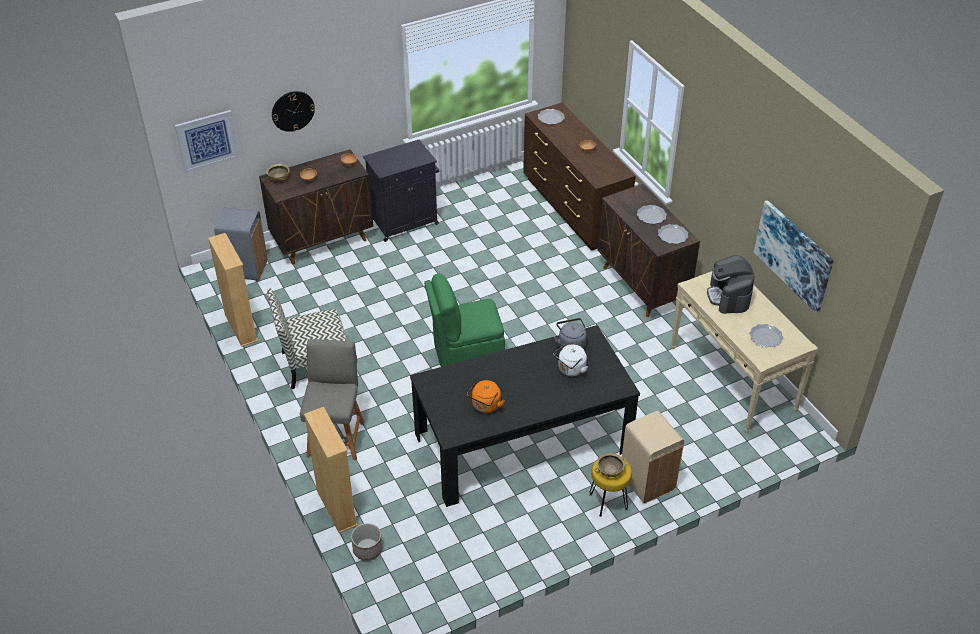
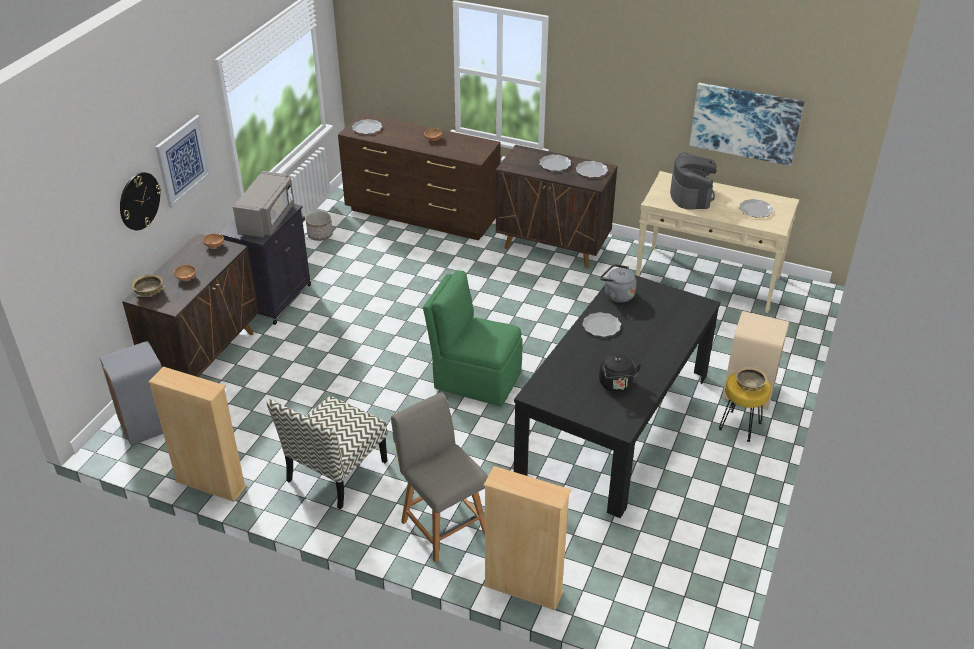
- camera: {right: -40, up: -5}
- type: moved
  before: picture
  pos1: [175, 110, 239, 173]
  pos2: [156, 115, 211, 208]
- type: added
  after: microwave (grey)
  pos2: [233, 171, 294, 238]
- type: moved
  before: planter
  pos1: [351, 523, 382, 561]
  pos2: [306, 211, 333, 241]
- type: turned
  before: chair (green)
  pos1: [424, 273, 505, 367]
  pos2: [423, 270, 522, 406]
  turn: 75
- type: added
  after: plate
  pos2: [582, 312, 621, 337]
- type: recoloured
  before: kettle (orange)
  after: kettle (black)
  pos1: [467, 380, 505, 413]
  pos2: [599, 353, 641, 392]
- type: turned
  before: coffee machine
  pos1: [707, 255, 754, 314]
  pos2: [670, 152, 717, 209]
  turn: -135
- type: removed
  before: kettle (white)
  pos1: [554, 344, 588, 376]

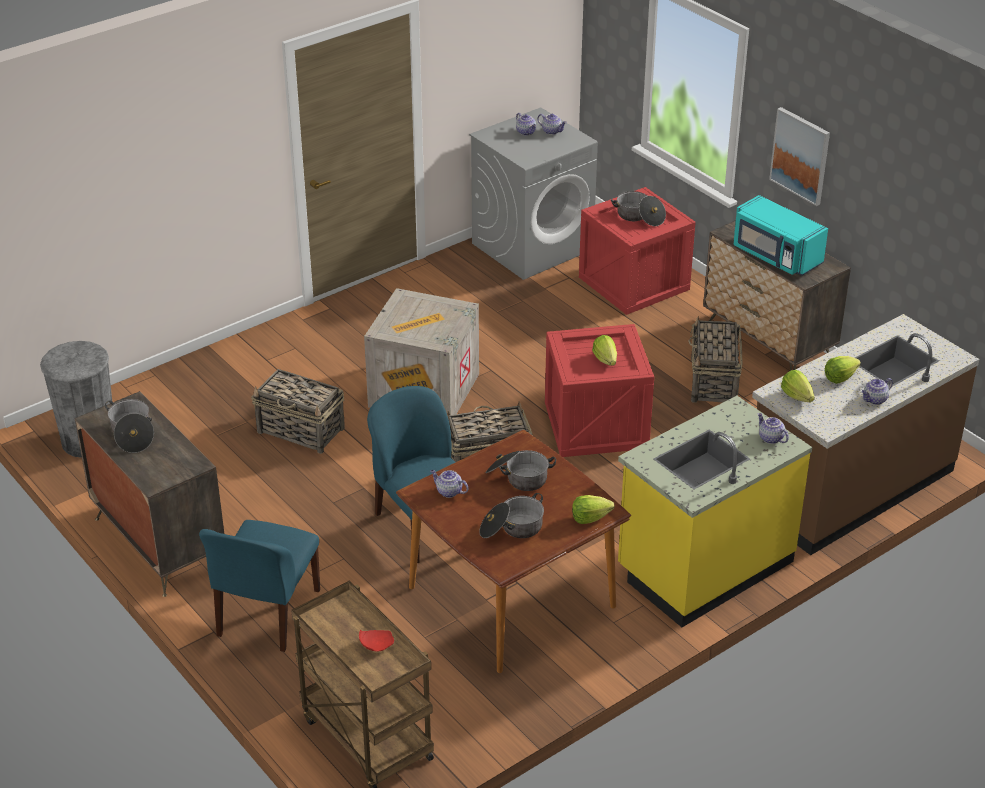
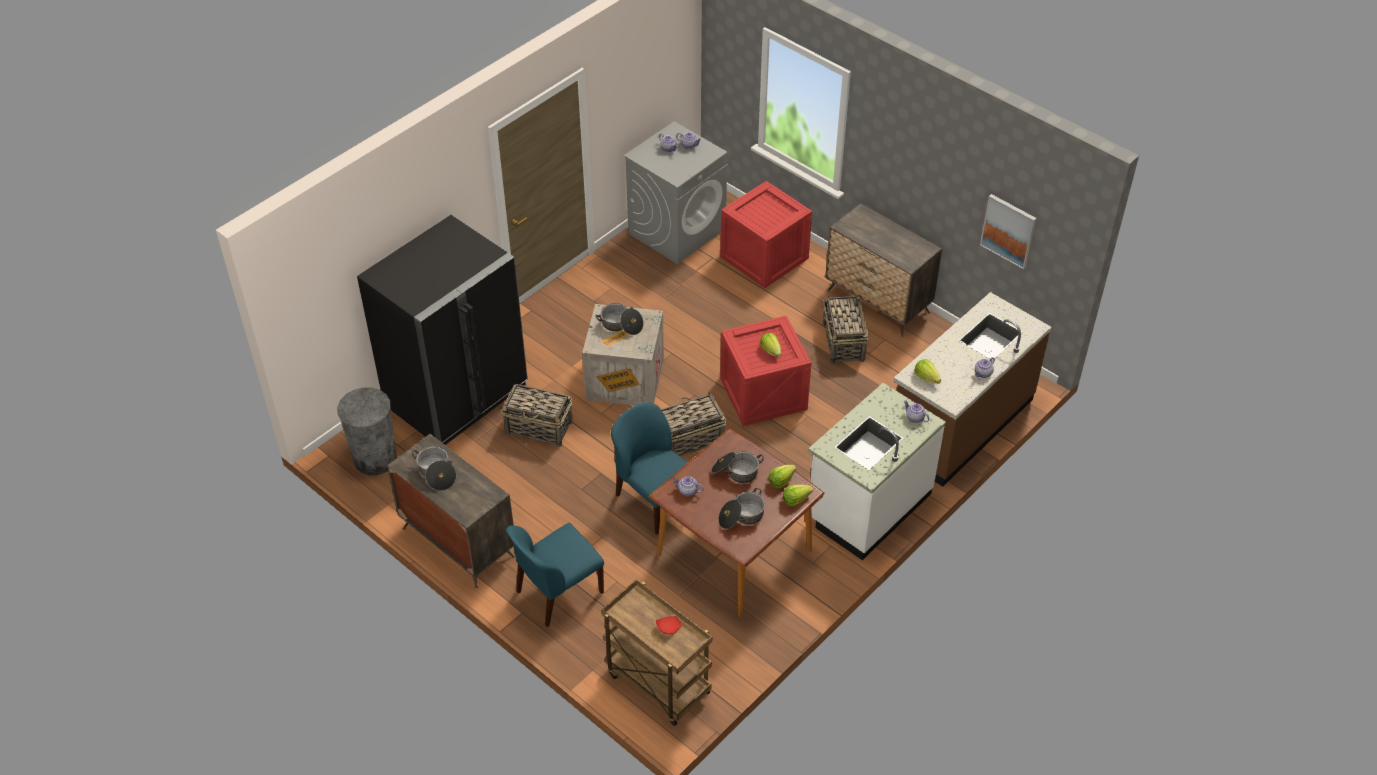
- camera: {right: -10, up: 10}
- type: added
  after: fridge (black)
  pos2: [357, 215, 528, 445]
- type: turned
  before: chair (blue)
  pos1: [199, 520, 320, 652]
  pos2: [506, 523, 604, 627]
  turn: 45
- type: moved
  before: cooking pot
  pos1: [611, 191, 666, 226]
  pos2: [595, 303, 644, 335]
- type: moved
  before: lettuce
  pos1: [825, 356, 861, 384]
  pos2: [769, 465, 796, 489]
- type: recoloured
  before: counter (yellow)
  after: counter (white)
  pos1: [618, 396, 812, 627]
  pos2: [808, 383, 946, 560]
- type: moved
  before: picture
  pos1: [769, 107, 830, 206]
  pos2: [980, 194, 1036, 269]
- type: removed
  before: microwave (turquoise)
  pos1: [734, 195, 828, 276]

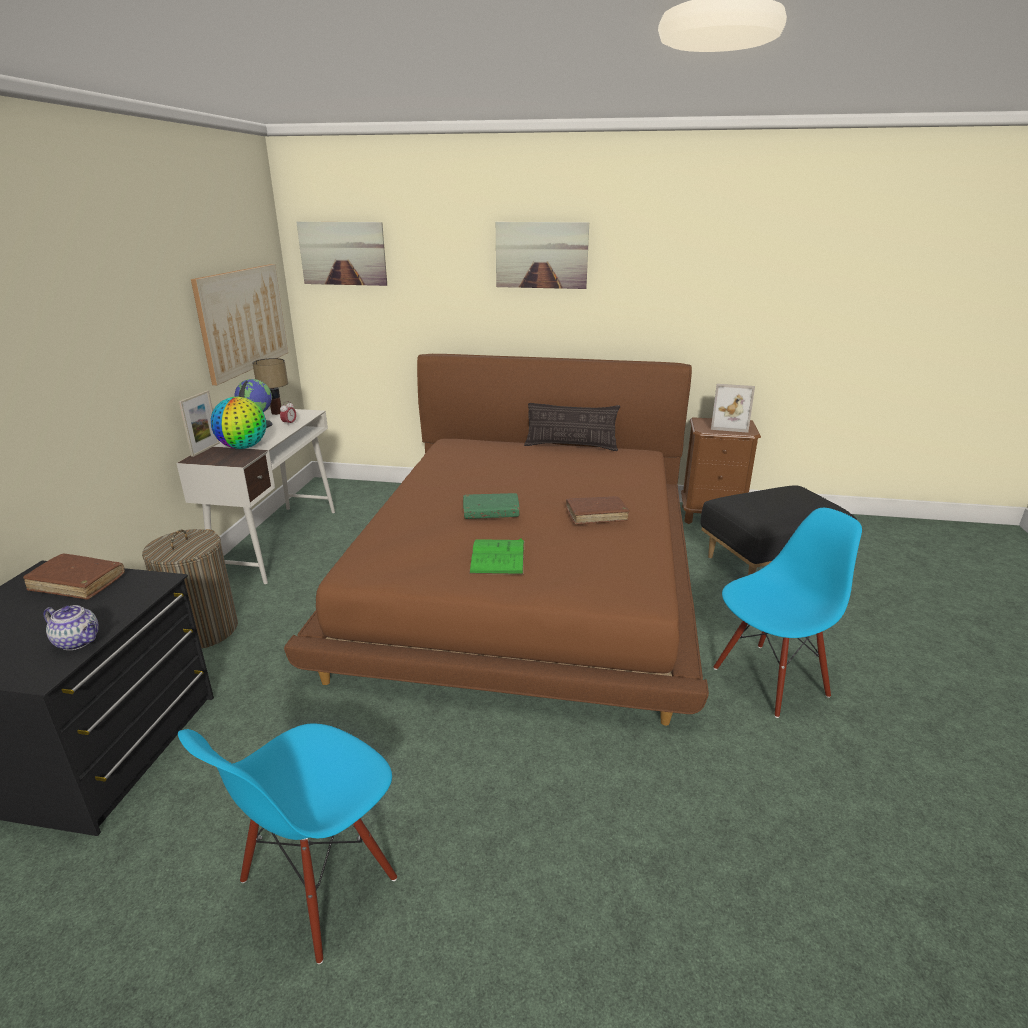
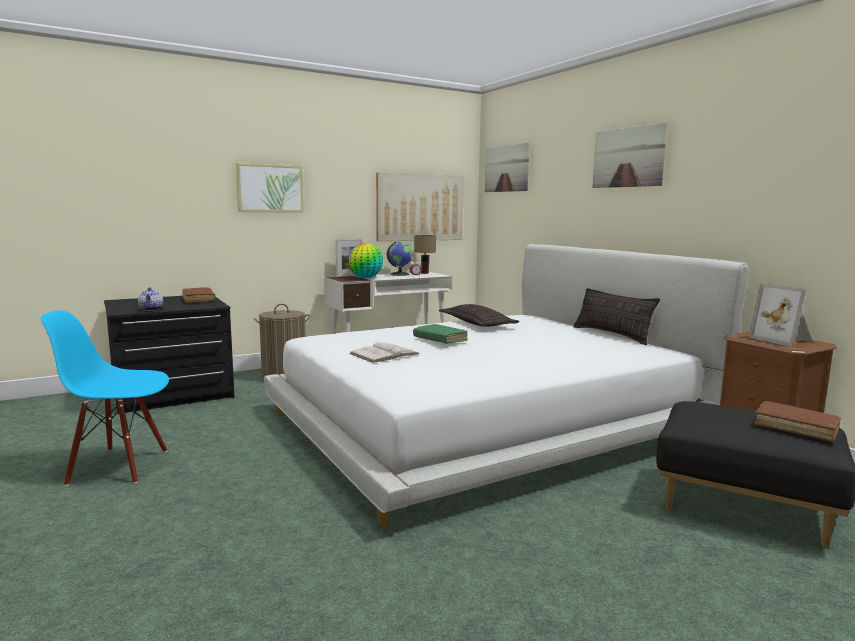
- camera: {right: 50, up: -15}
- type: added
  after: picture
  pos2: [236, 163, 304, 213]
- type: recoloured
  before: bed (brown)
  after: bed (white)
  pos1: [284, 354, 709, 726]
  pos2: [264, 244, 748, 525]
- type: recoloured
  before: book (green)
  after: book (white)
  pos1: [469, 538, 524, 575]
  pos2: [349, 342, 420, 363]
- type: added
  after: pillow
  pos2: [439, 304, 519, 327]
- type: moved
  before: book (brown)
  pos1: [566, 496, 629, 525]
  pos2: [754, 401, 841, 442]
- type: removed
  before: chair (blue)
  pos1: [713, 508, 862, 718]

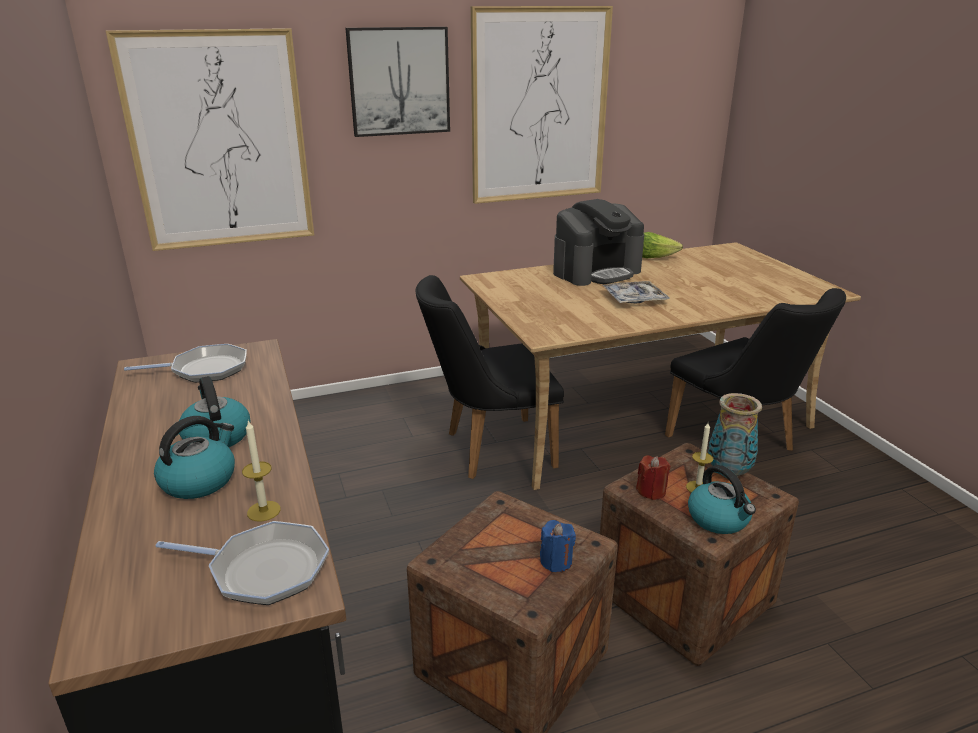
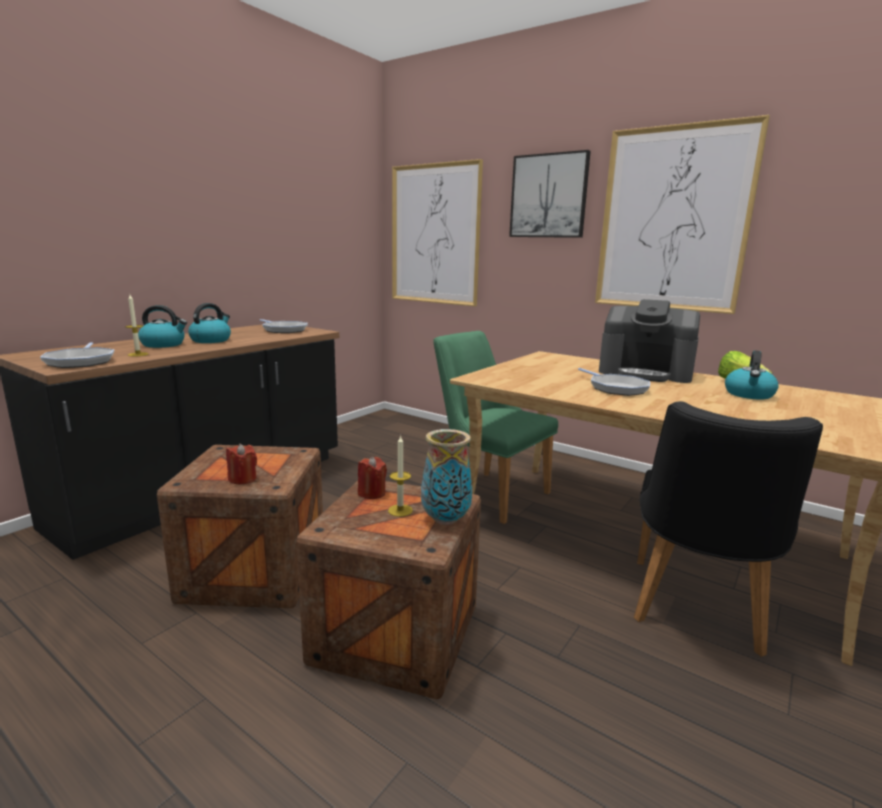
- camera: {right: 55, up: -10}
- type: recoloured
  before: candle (blue)
  after: candle (red)
  pos1: [540, 520, 576, 572]
  pos2: [226, 444, 257, 484]
- type: recoloured
  before: chair (black)
  after: chair (green)
  pos1: [415, 275, 564, 479]
  pos2: [433, 331, 558, 524]
- type: replaced
  before: tray
  after: frying pan
  pos1: [601, 281, 670, 303]
  pos2: [578, 368, 650, 396]
- type: moved
  before: kettle
  pos1: [688, 465, 756, 534]
  pos2: [725, 351, 779, 400]

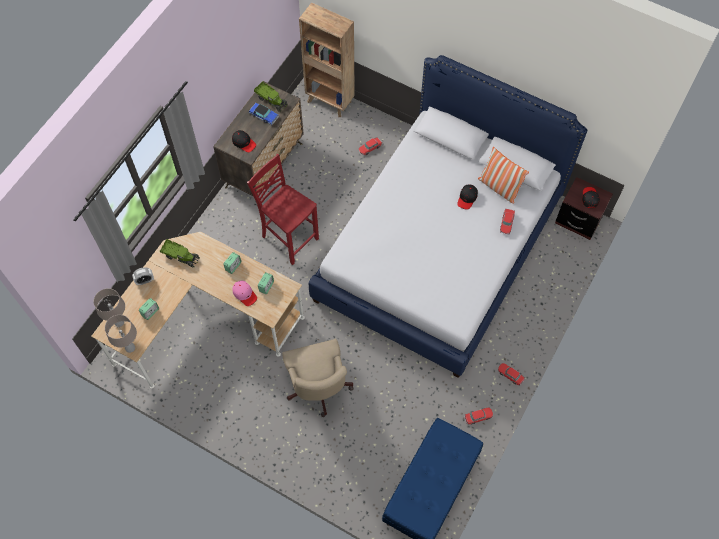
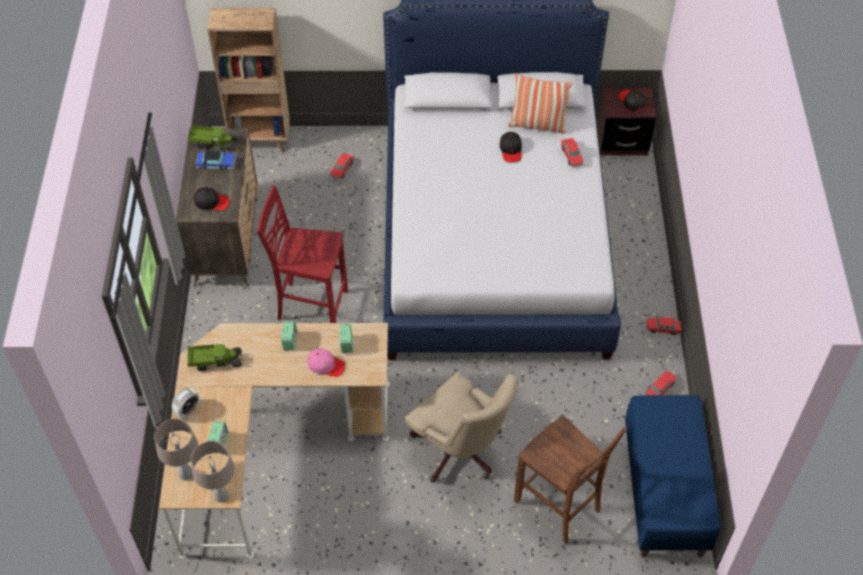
- camera: {right: -30, up: -10}
- type: added
  after: chair (brown)
  pos2: [514, 416, 627, 544]

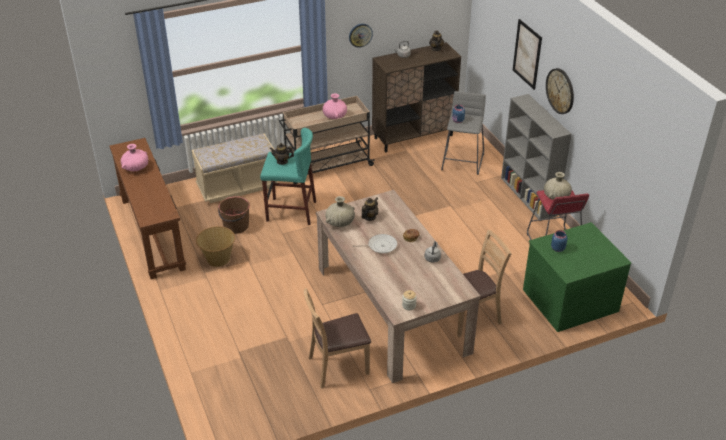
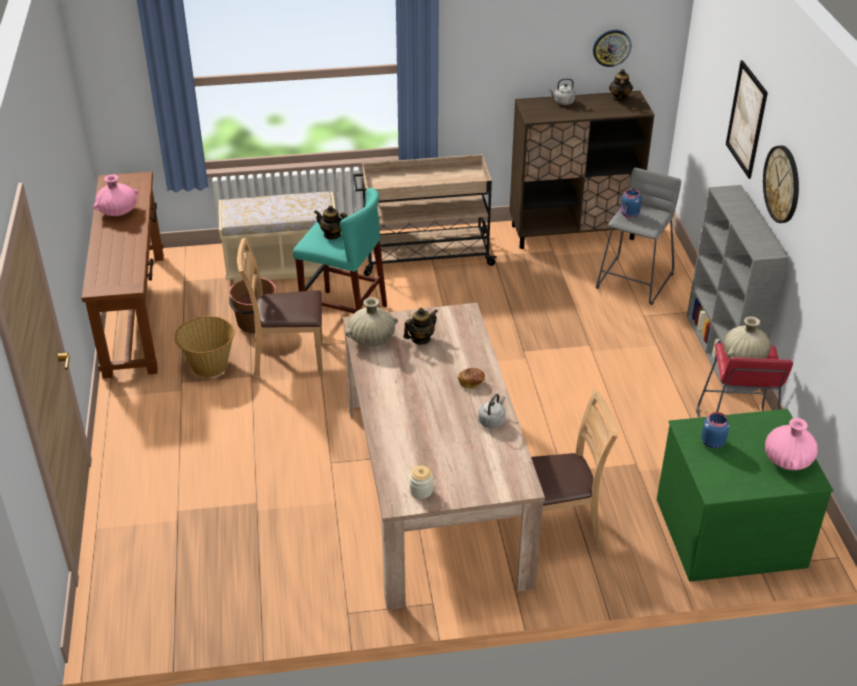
- camera: {right: 15, up: 0}
- type: moved
  before: chair (brown)
  pos1: [304, 288, 371, 389]
  pos2: [237, 238, 323, 378]
- type: moved
  before: wall clock
  pos1: [349, 24, 373, 48]
  pos2: [593, 29, 631, 67]
- type: moved
  before: vase (pink)
  pos1: [323, 93, 347, 119]
  pos2: [765, 418, 818, 470]
- type: removed
  before: frying pan
  pos1: [352, 234, 397, 254]

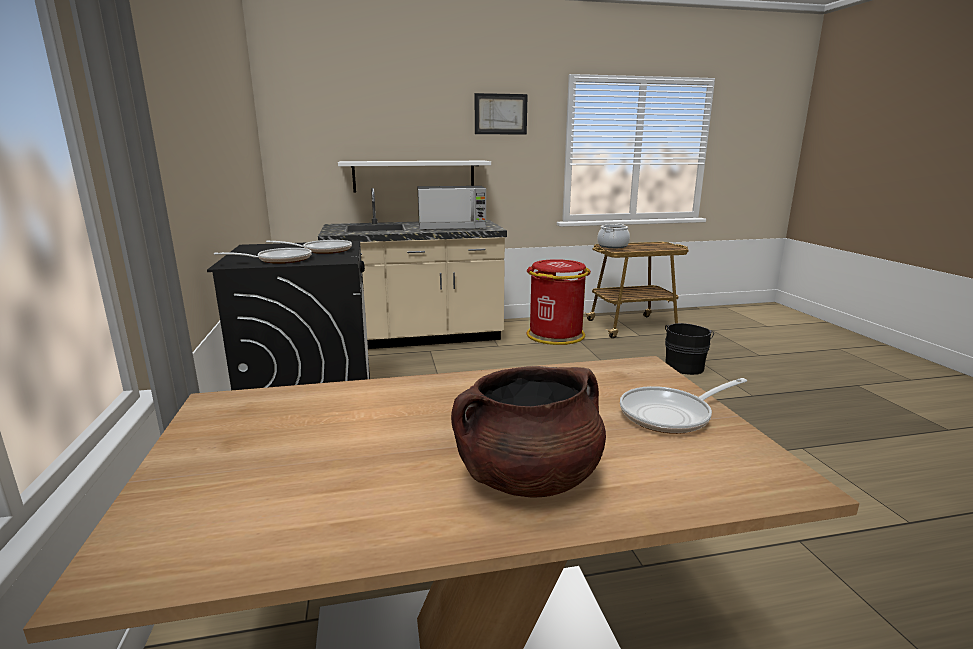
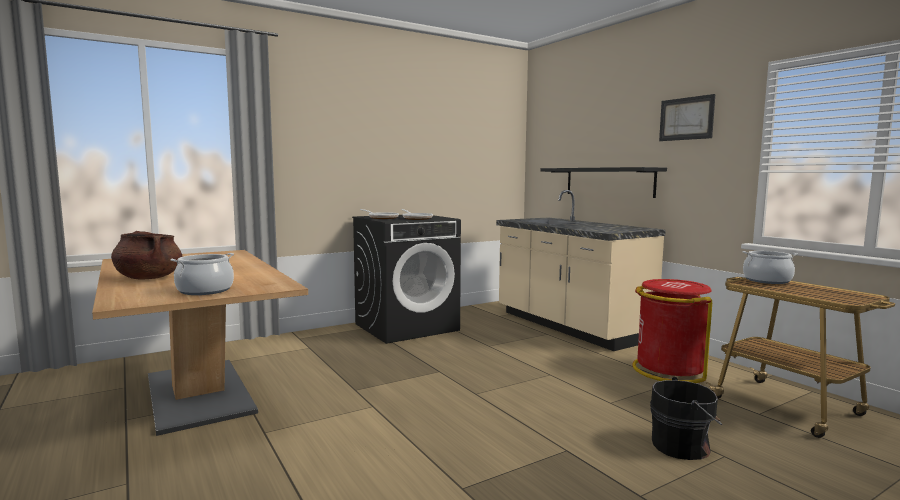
- camera: {right: 70, up: -10}
- type: replaced
  before: frying pan
  after: cooking pot
  pos1: [620, 378, 747, 434]
  pos2: [170, 253, 234, 295]
- type: recoloured
  before: shelf (white)
  after: shelf (black)
  pos1: [338, 161, 491, 193]
  pos2: [540, 167, 667, 198]
- type: removed
  before: microwave
  pos1: [417, 186, 486, 230]

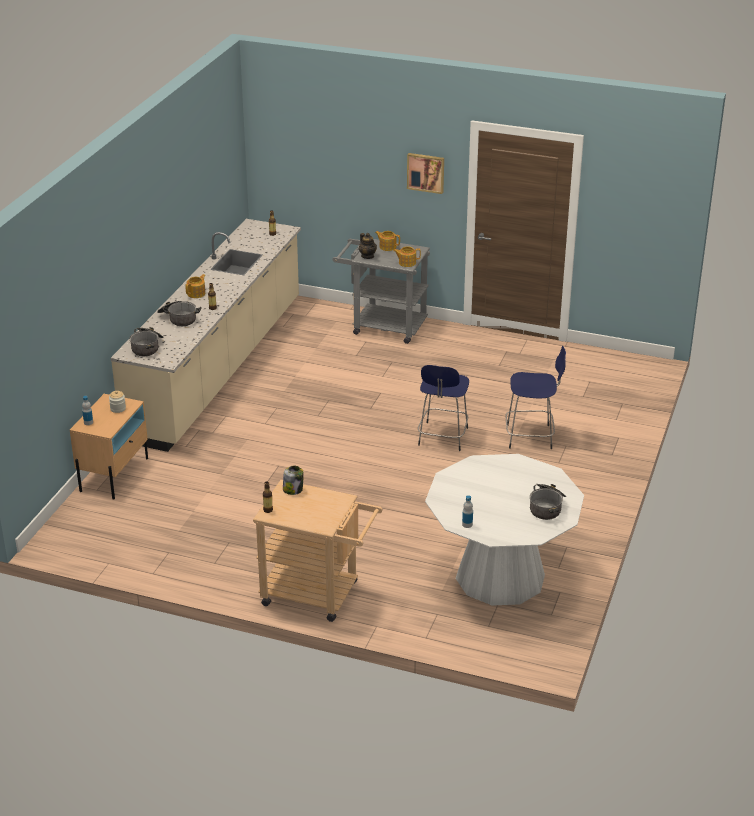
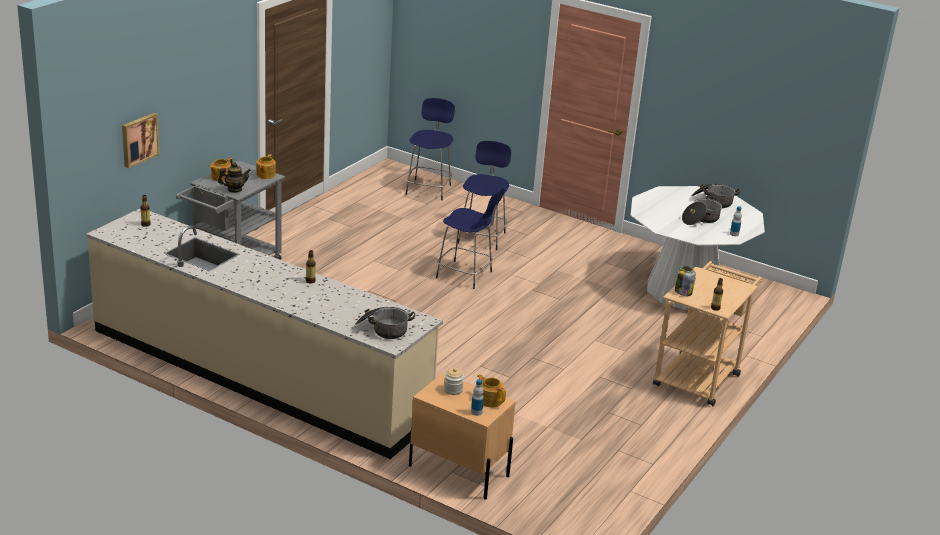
- camera: {right: -80, up: -5}
- type: moved
  before: picture
  pos1: [407, 153, 444, 194]
  pos2: [122, 113, 160, 168]
- type: added
  after: stool (blue)
  pos2: [406, 98, 455, 200]
- type: moved
  before: teapot
  pos1: [185, 274, 206, 298]
  pos2: [477, 374, 506, 407]
- type: moved
  before: cooking pot
  pos1: [157, 301, 202, 326]
  pos2: [682, 196, 722, 225]

